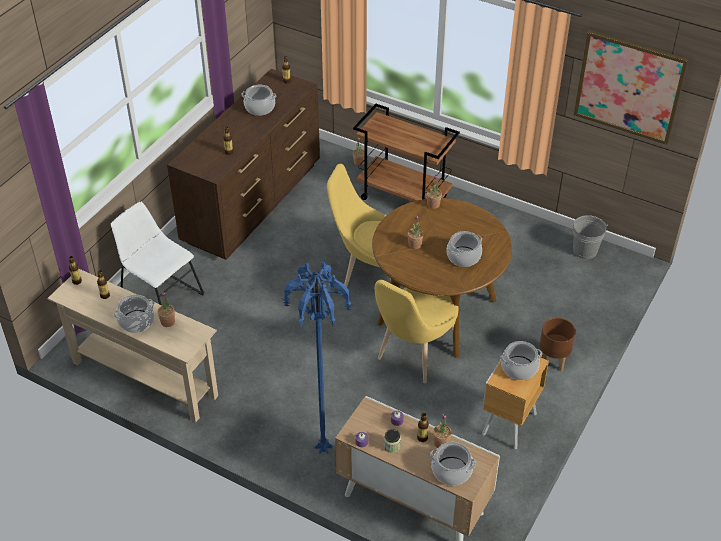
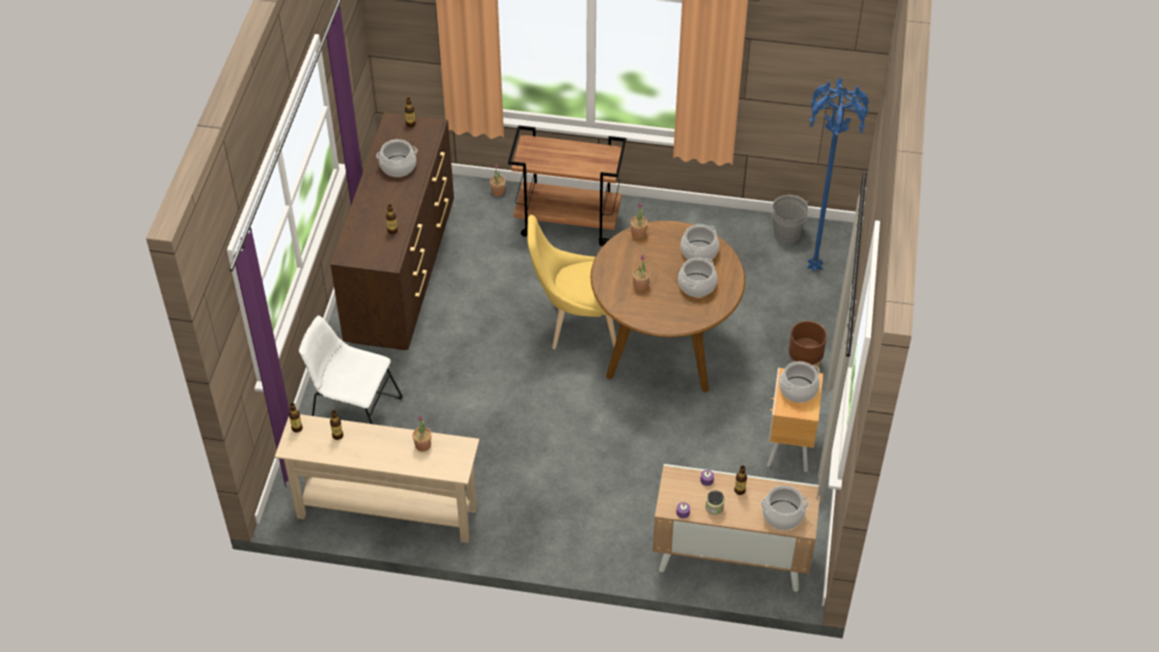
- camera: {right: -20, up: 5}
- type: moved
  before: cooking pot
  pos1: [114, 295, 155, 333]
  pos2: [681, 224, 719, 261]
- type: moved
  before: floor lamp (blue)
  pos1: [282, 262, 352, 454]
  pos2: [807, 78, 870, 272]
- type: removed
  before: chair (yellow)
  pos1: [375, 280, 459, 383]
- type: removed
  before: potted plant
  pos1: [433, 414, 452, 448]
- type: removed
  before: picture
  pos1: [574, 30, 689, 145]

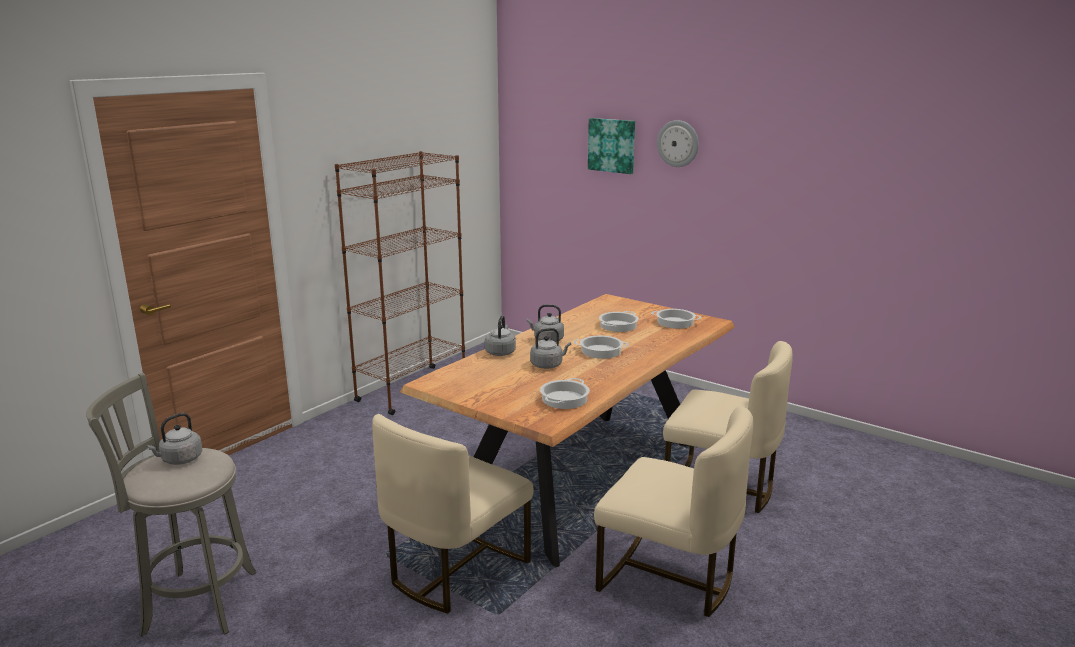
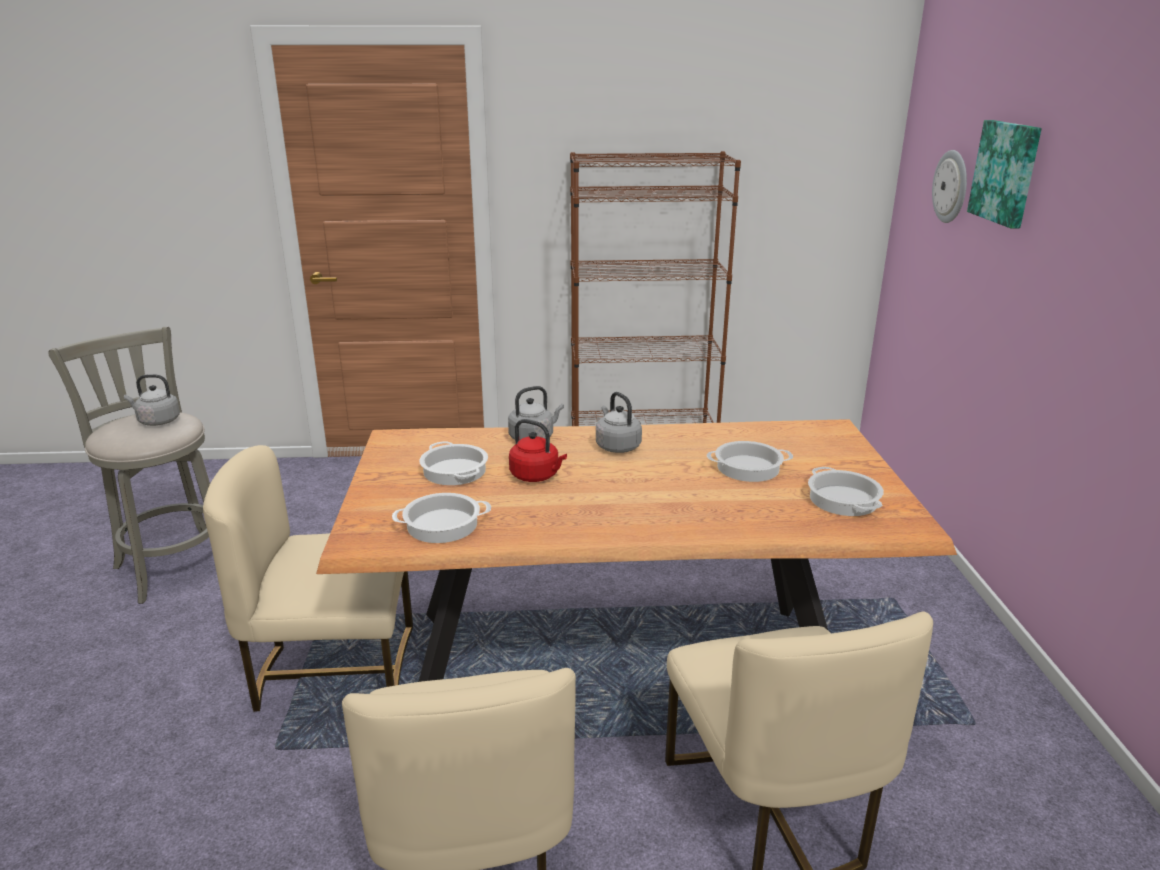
- camera: {right: 50, up: 5}
- type: moved
  before: cooking pot
  pos1: [574, 335, 629, 359]
  pos2: [419, 441, 488, 485]
- type: recoloured
  before: kettle (grey)
  after: kettle (red)
  pos1: [530, 328, 571, 369]
  pos2: [509, 419, 567, 482]
- type: moved
  before: wall clock
  pos1: [657, 120, 699, 167]
  pos2: [932, 150, 967, 223]

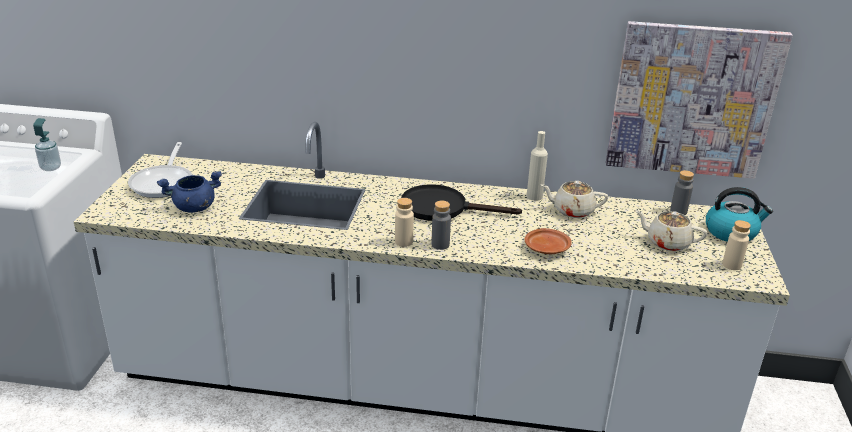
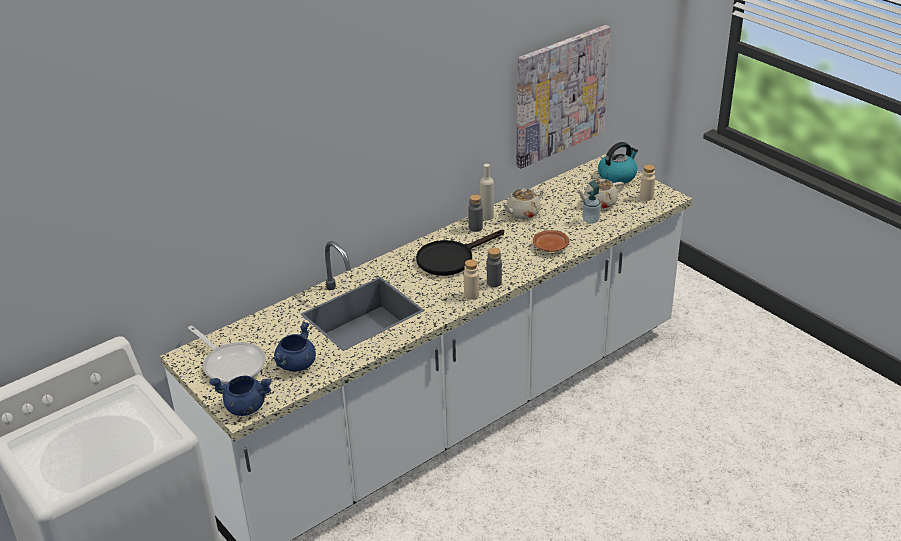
- camera: {right: -45, up: 5}
- type: added
  after: cooking pot (blue)
  pos2: [209, 376, 272, 416]
- type: moved
  before: bottle (grey)
  pos1: [670, 170, 694, 215]
  pos2: [468, 194, 483, 232]
- type: moved
  before: soap dispenser
  pos1: [33, 118, 61, 171]
  pos2: [582, 181, 601, 224]

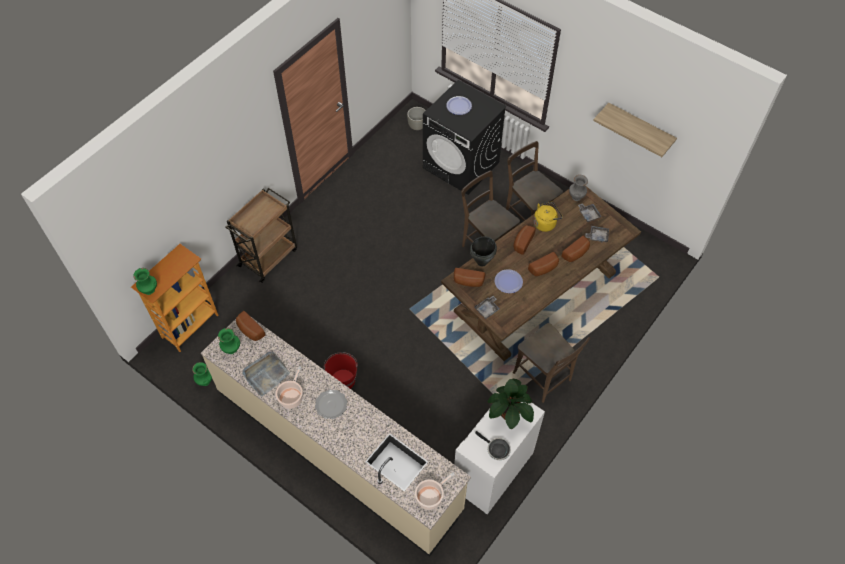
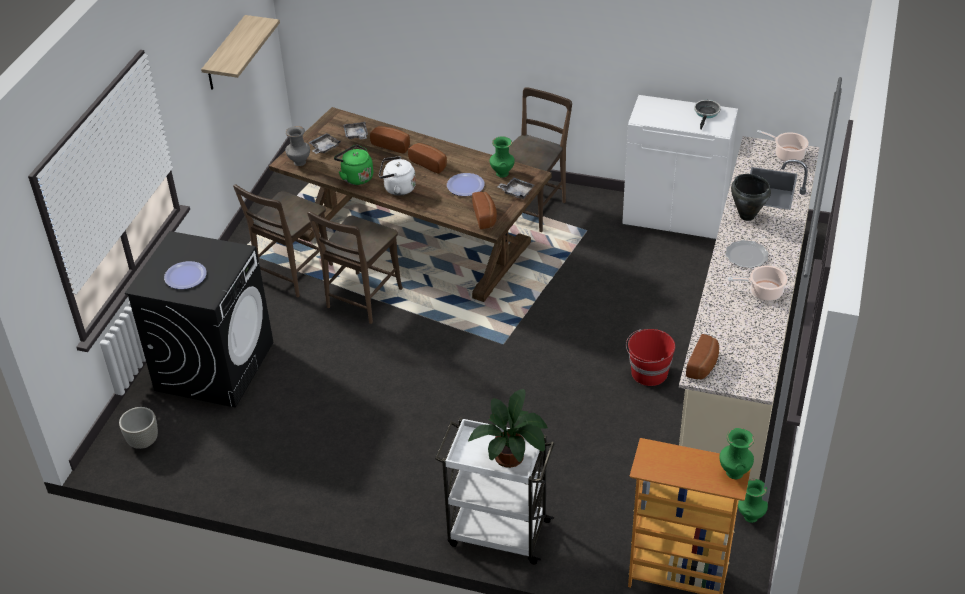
- camera: {right: -110, up: -15}
- type: recoloured
  before: kettle (yellow)
  after: kettle (green)
  pos1: [534, 202, 563, 232]
  pos2: [334, 145, 373, 185]
- type: replaced
  before: bread
  after: kettle (white)
  pos1: [513, 225, 536, 255]
  pos2: [379, 156, 416, 196]
- type: recoloured
  before: cart (brown)
  after: cart (white)
  pos1: [225, 188, 297, 283]
  pos2: [435, 418, 555, 565]
- type: moved
  before: potted plant
  pos1: [488, 379, 534, 429]
  pos2: [468, 389, 548, 468]
- type: moved
  before: vase (green)
  pos1: [218, 328, 240, 354]
  pos2: [490, 136, 515, 178]
- type: moved
  before: cooking pot (black)
  pos1: [470, 237, 497, 267]
  pos2: [731, 174, 771, 221]
- type: removed
  before: tray (grey)
  pos1: [242, 352, 290, 397]

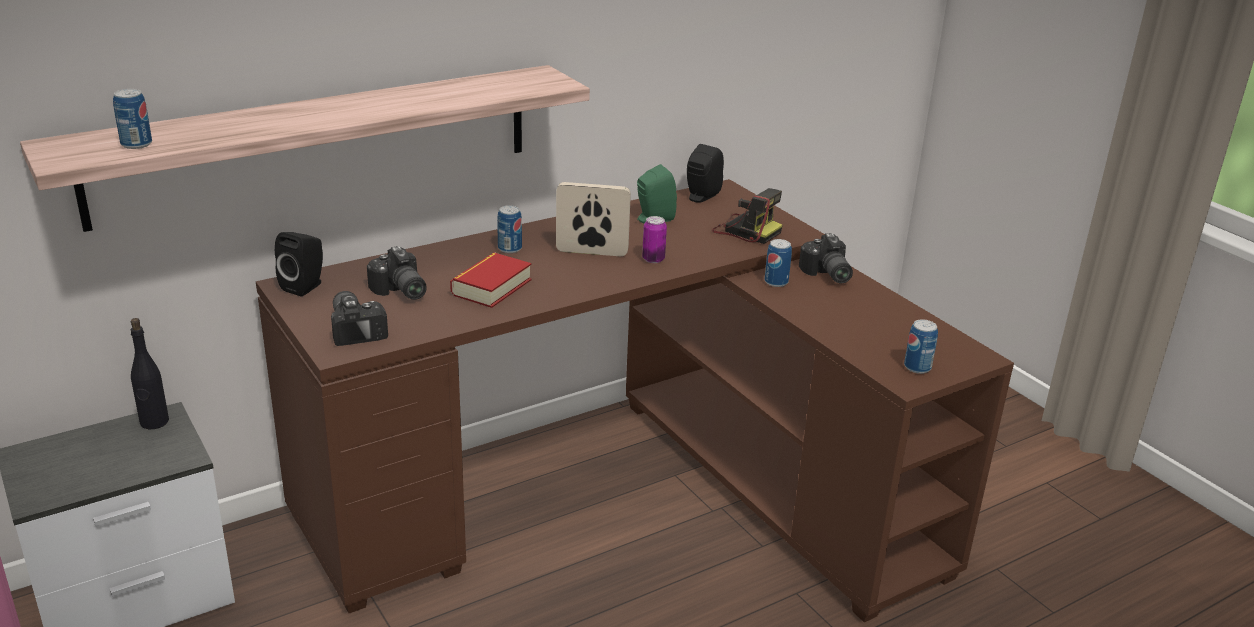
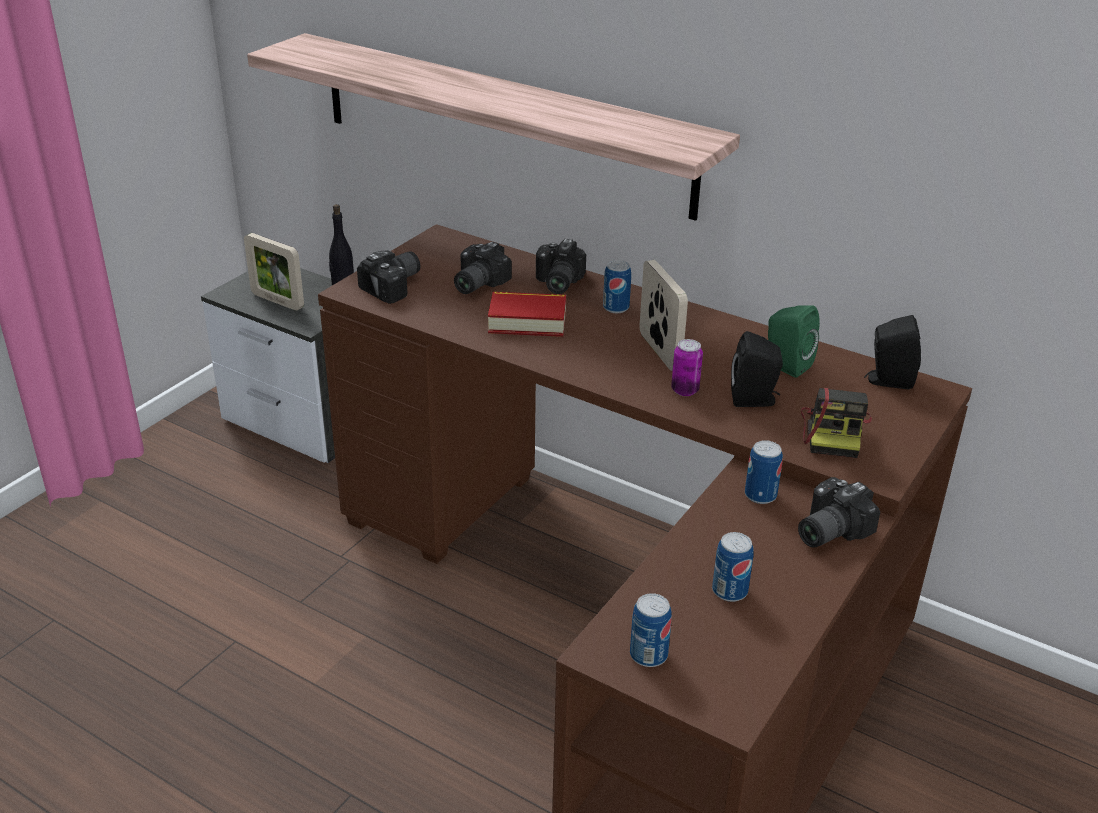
- camera: {right: 65, up: 5}
- type: added
  after: picture frame
  pos2: [244, 233, 304, 311]
- type: added
  after: photo camera
  pos2: [536, 239, 586, 294]
- type: moved
  before: can
  pos1: [113, 89, 152, 149]
  pos2: [712, 532, 754, 602]
- type: moved
  before: speaker (black)
  pos1: [275, 232, 323, 297]
  pos2: [731, 331, 783, 407]

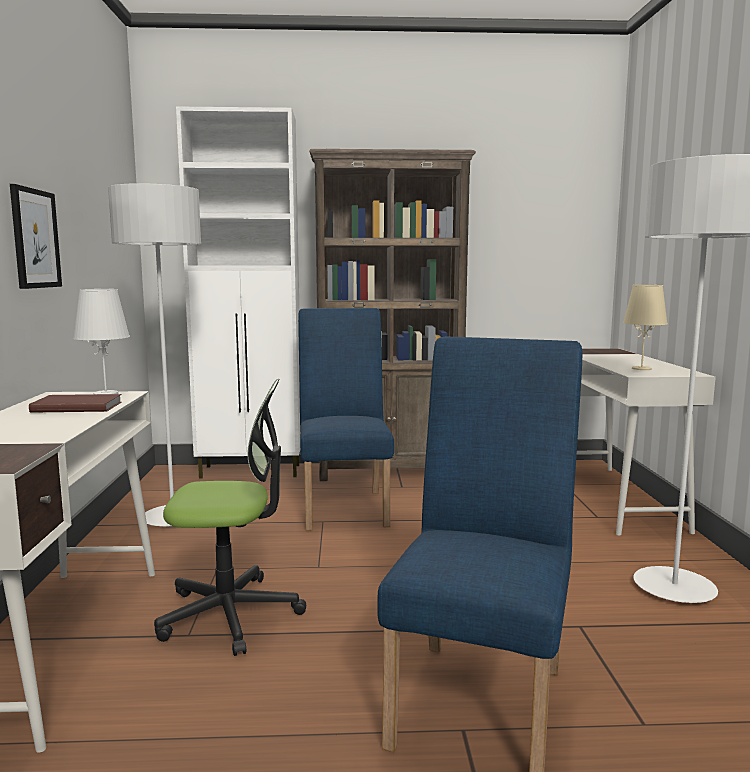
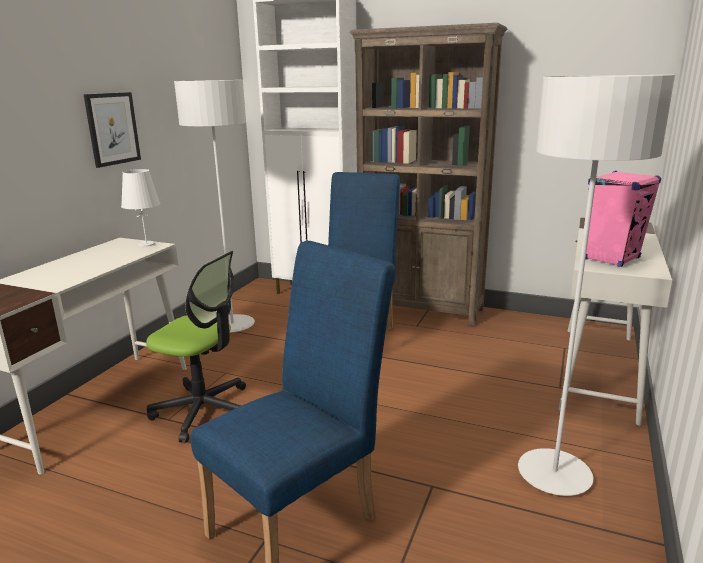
- camera: {right: 25, up: 10}
- type: replaced
  before: table lamp (beige)
  after: speaker (pink)
  pos1: [623, 285, 668, 370]
  pos2: [585, 171, 661, 267]
- type: removed
  before: book (brown)
  pos1: [29, 394, 122, 413]

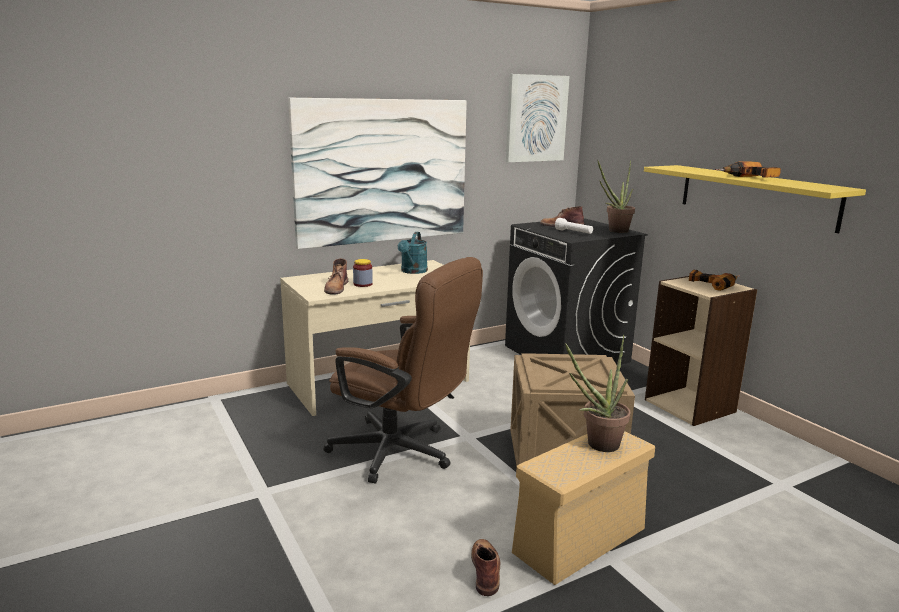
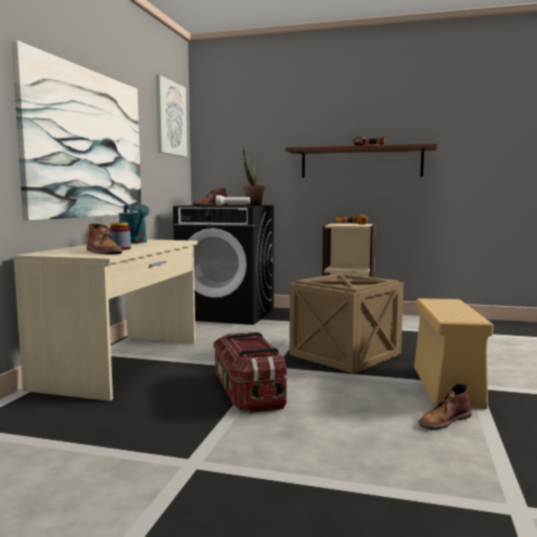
- camera: {right: -45, up: -10}
- type: replaced
  before: office chair (brown)
  after: storage box
  pos1: [324, 257, 483, 484]
  pos2: [213, 332, 287, 413]
- type: recoloured
  before: shelf (yellow)
  after: shelf (brown)
  pos1: [644, 165, 866, 233]
  pos2: [285, 144, 437, 178]
- type: turned
  before: boot (brown)
  pos1: [471, 539, 500, 596]
  pos2: [418, 384, 472, 430]
  turn: -75
- type: removed
  before: potted plant
  pos1: [565, 335, 631, 452]

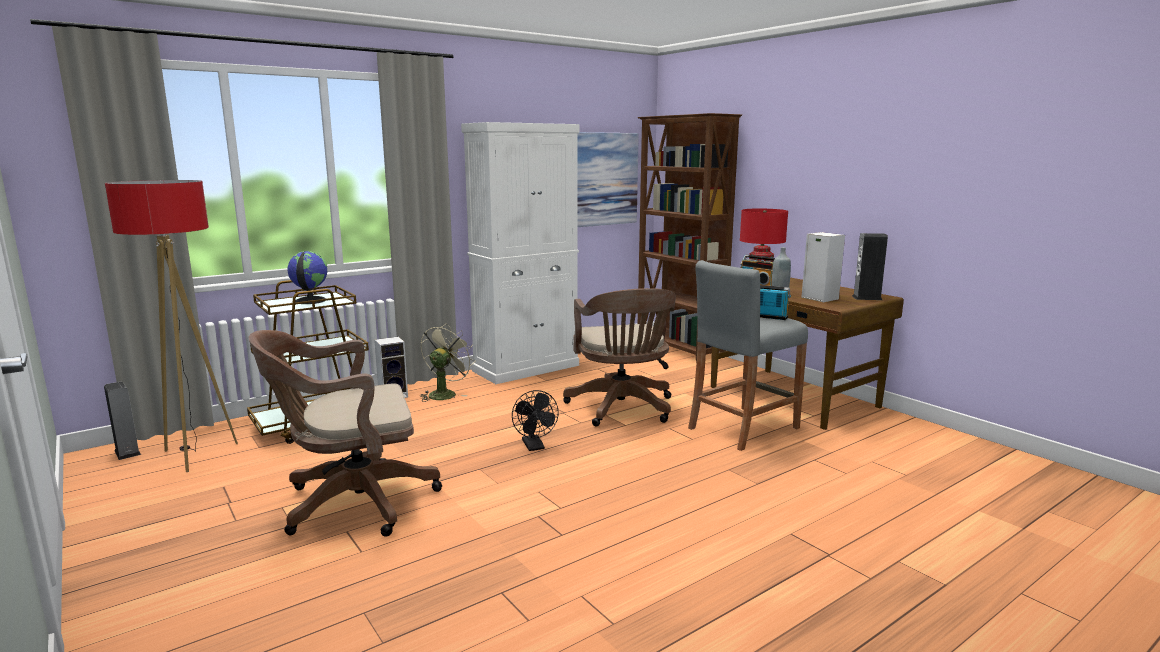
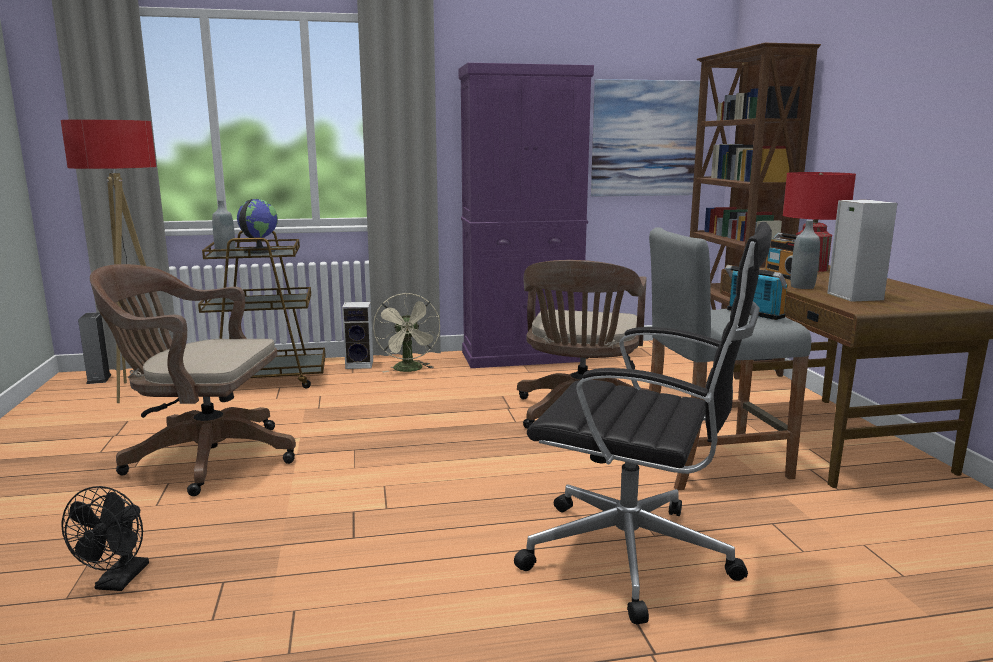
- camera: {right: 25, up: 0}
- type: moved
  before: fan (black)
  pos1: [512, 390, 559, 451]
  pos2: [61, 486, 149, 591]
- type: added
  after: bottle (grey)
  pos2: [212, 200, 236, 256]
- type: turned
  before: fan (beige)
  pos1: [420, 324, 476, 402]
  pos2: [373, 293, 440, 372]
  turn: 120
- type: recoloured
  before: cabinet (white)
  after: cabinet (purple)
  pos1: [461, 122, 580, 384]
  pos2: [458, 63, 594, 368]
- type: added
  after: office chair (black)
  pos2: [514, 222, 772, 624]
- type: removed
  before: speaker
  pos1: [852, 233, 888, 300]

